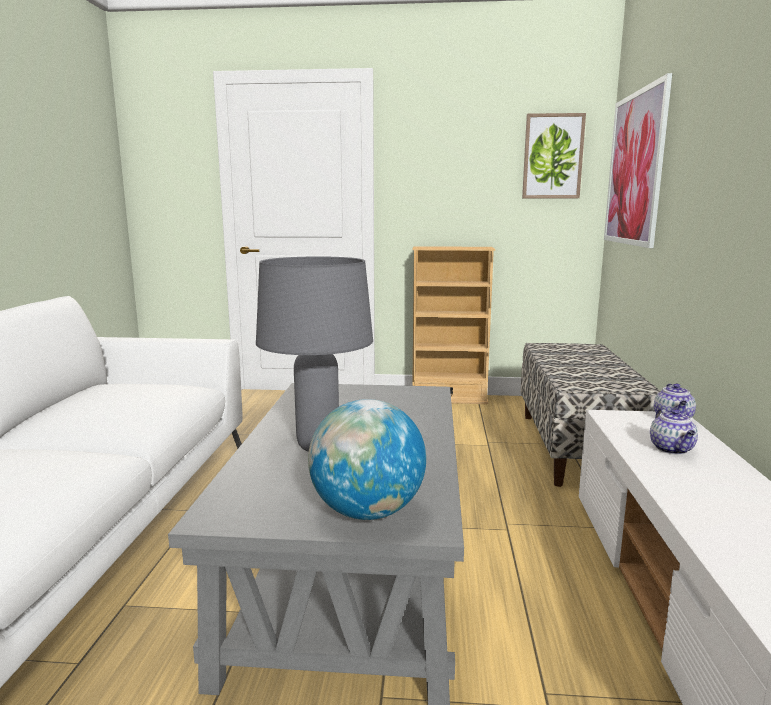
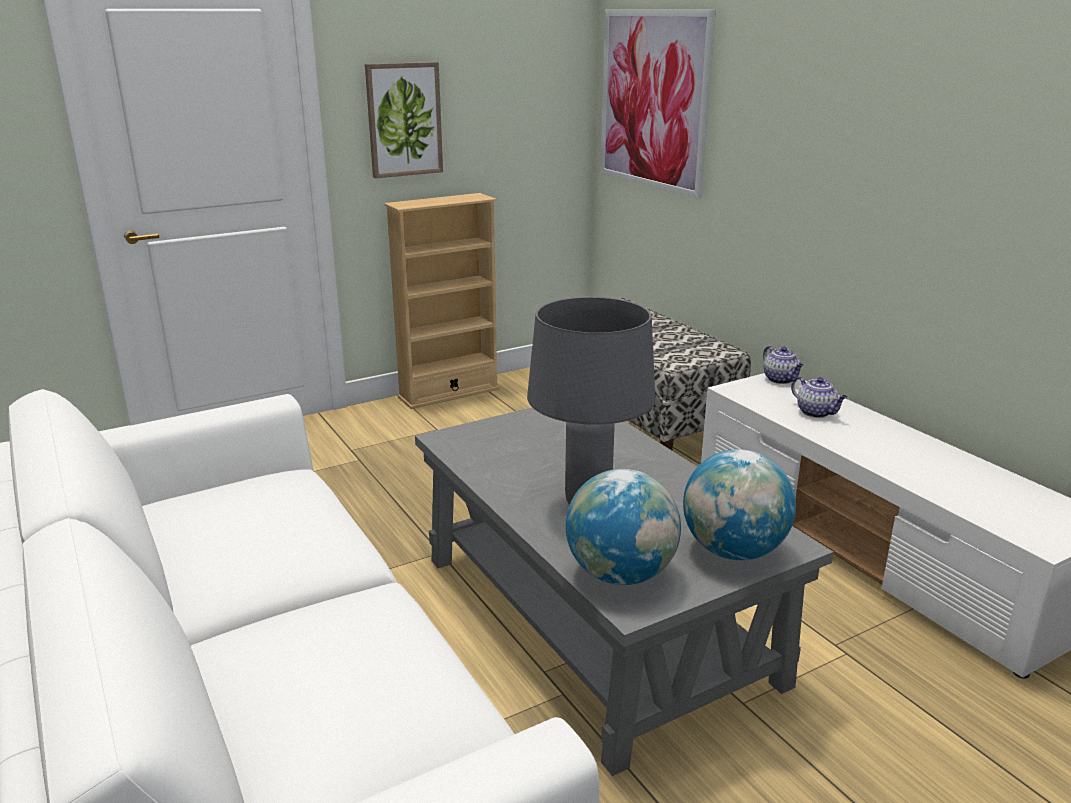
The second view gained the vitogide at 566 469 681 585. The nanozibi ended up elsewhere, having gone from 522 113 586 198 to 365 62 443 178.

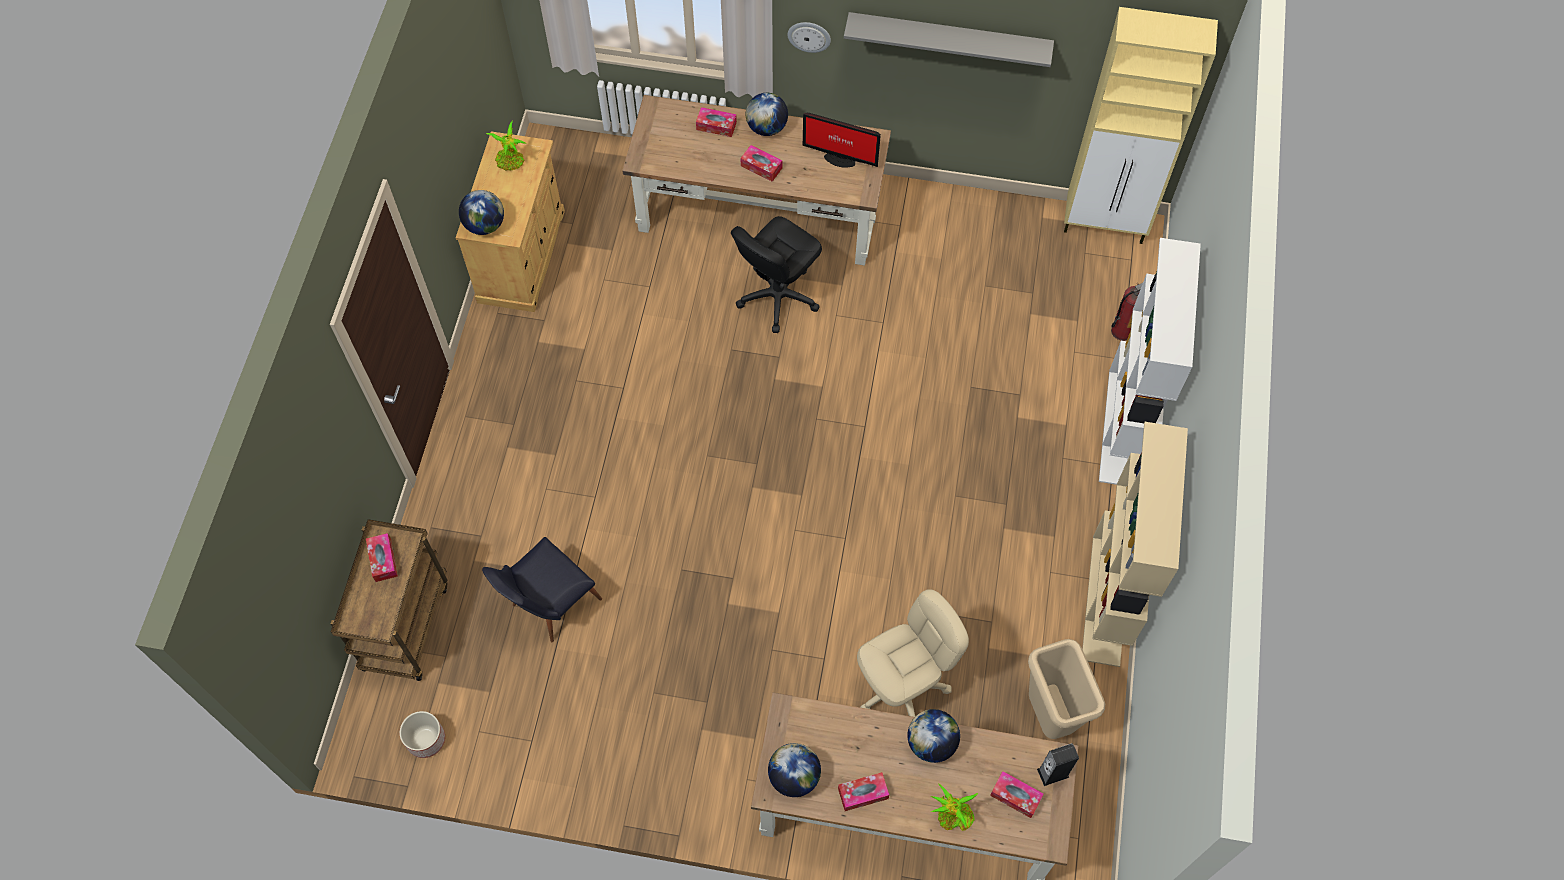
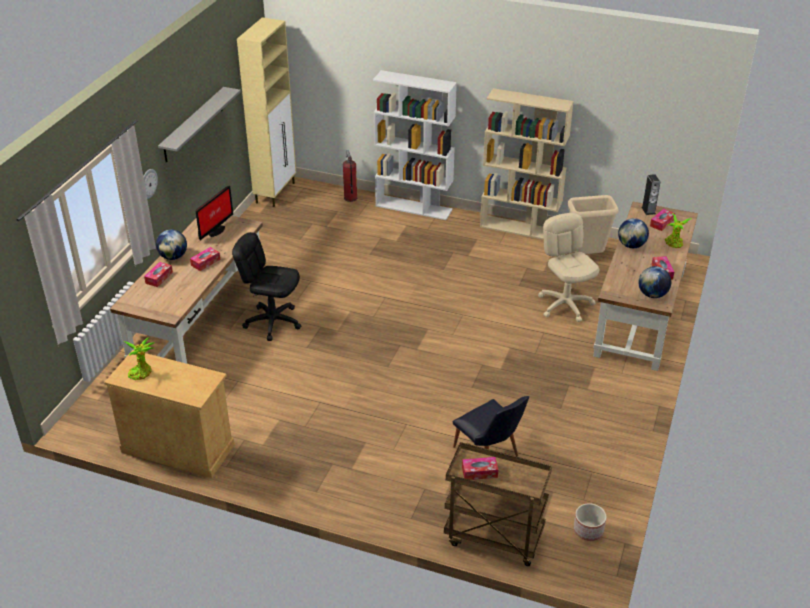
The second view lost the vitogide at 459 190 504 235. The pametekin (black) at 731 216 822 333 ended up facing another way, 150 degrees clockwise from before.

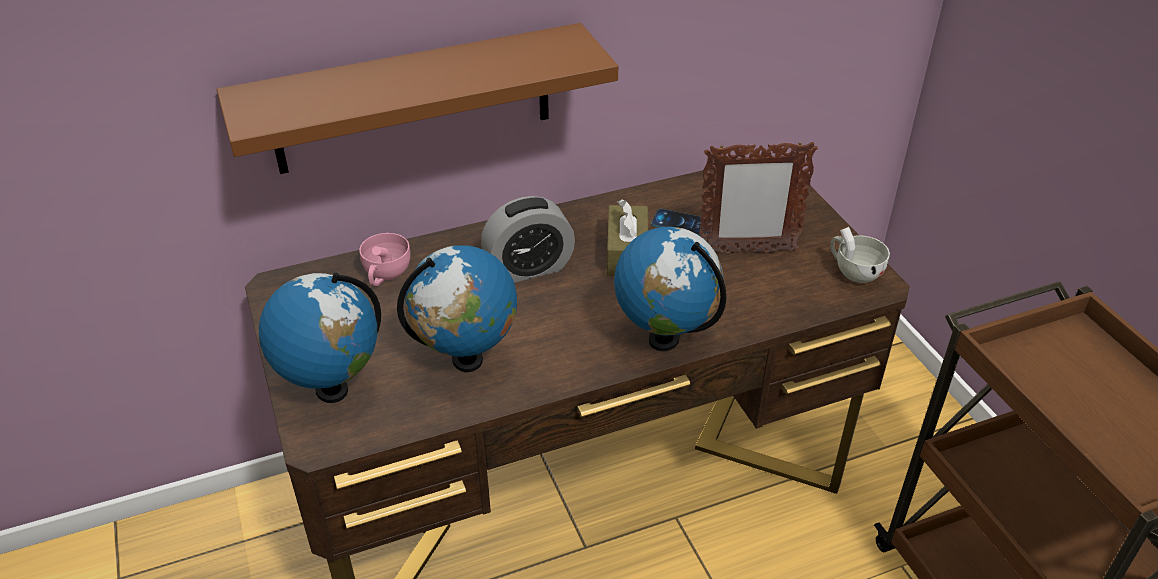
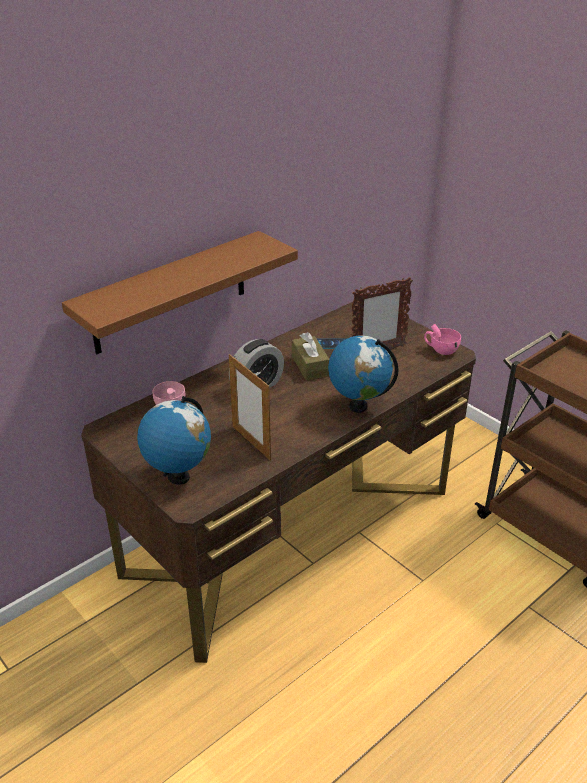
Where the vitogide stood at 397 245 517 372, the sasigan came to stand at 229 354 271 460. What was the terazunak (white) at 830 227 890 283 turned into the terazunak (pink) at 424 324 461 355.

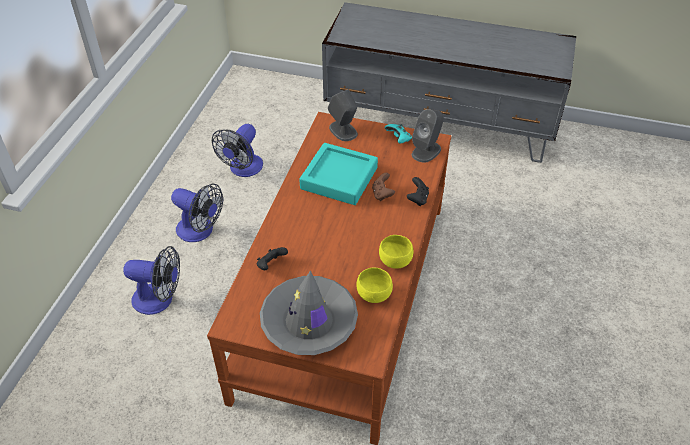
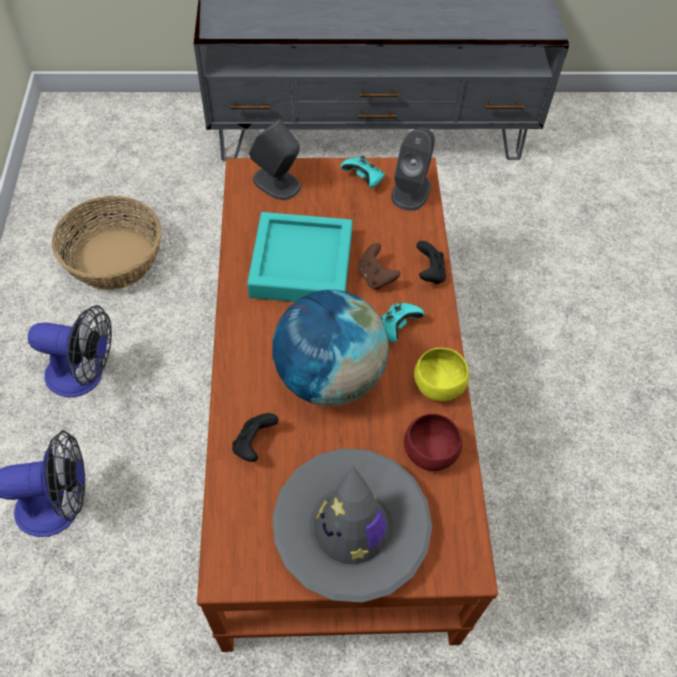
The second view gained the vitogide at 272 290 389 406. The second view gained the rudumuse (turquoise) at 380 303 425 342. Where the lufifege stood at 212 124 263 177, the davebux came to stand at 52 196 161 290. What was the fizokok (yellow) at 356 267 393 303 turned into the fizokok (red) at 404 413 462 471.

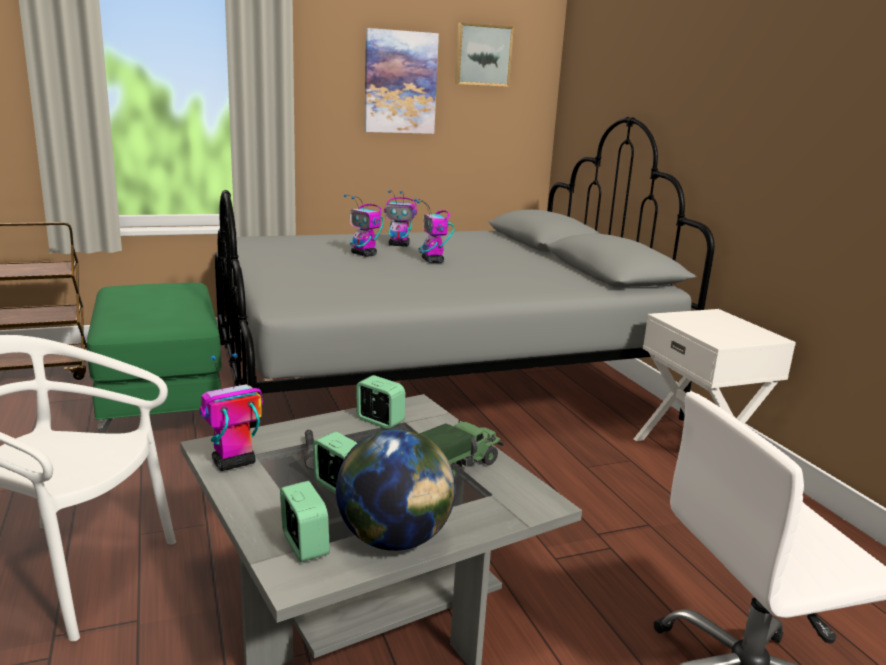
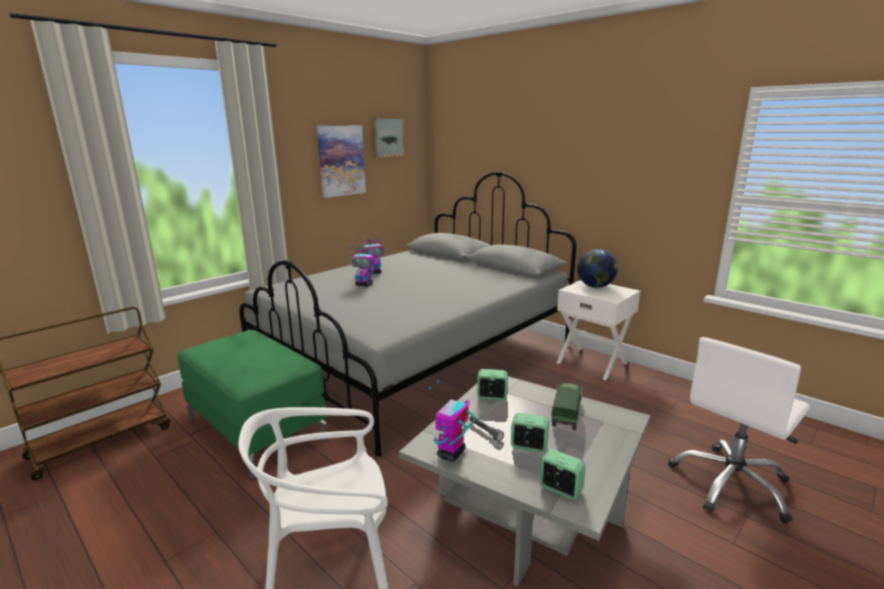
The second view lost the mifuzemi at 414 198 455 263. The vitogide ended up elsewhere, having gone from 336 429 455 551 to 577 249 618 288.

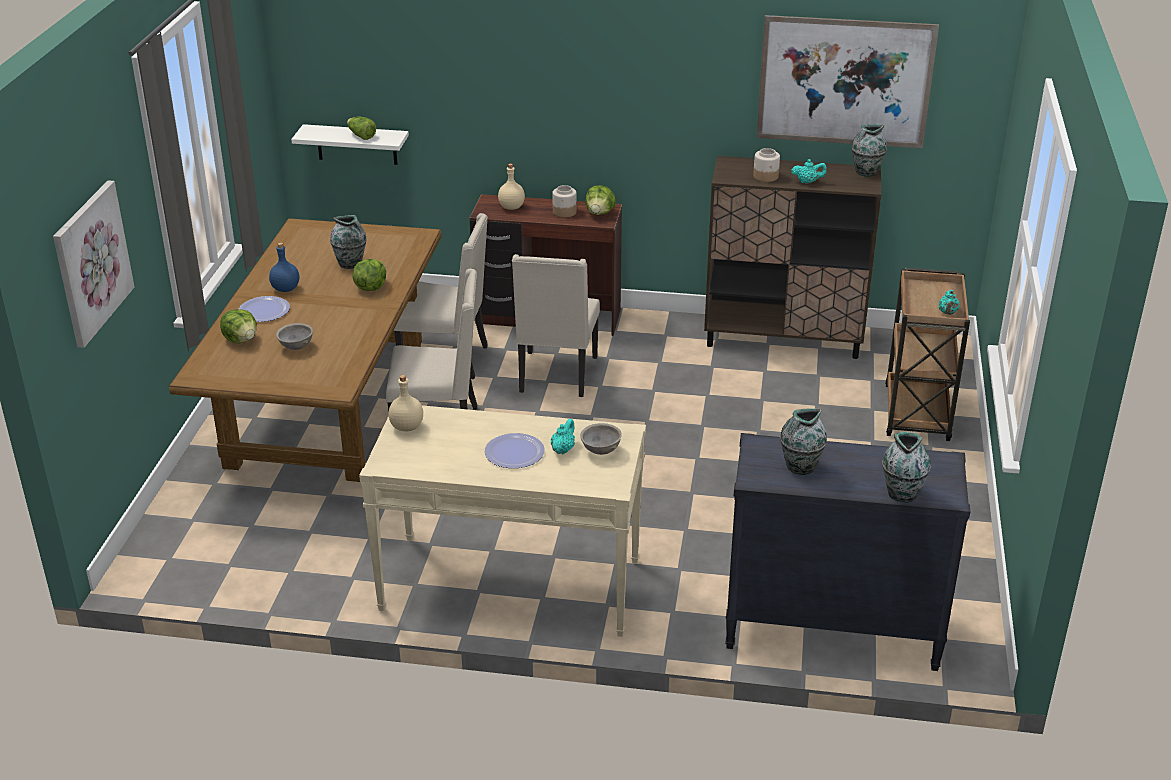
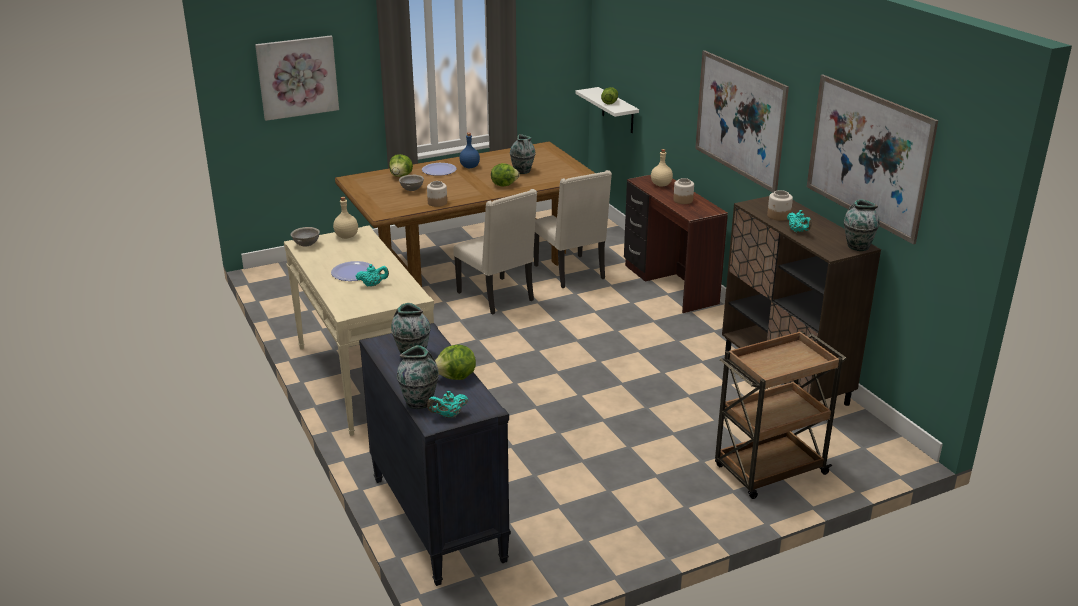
The second view lost the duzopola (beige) at 512 254 600 397. The second view gained the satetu at 427 181 447 207. The second view gained the nanozibi at 695 50 789 193. The fizokok (grey) ended up elsewhere, having gone from 580 423 622 455 to 291 227 320 247. The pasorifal ended up elsewhere, having gone from 585 185 616 215 to 435 344 476 380. The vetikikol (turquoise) ended up elsewhere, having gone from 939 290 959 315 to 427 391 468 418.

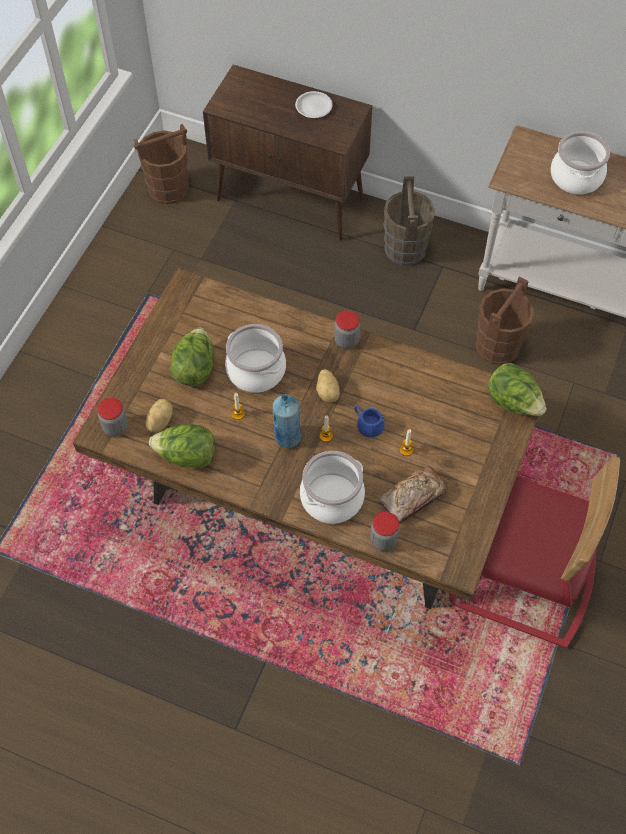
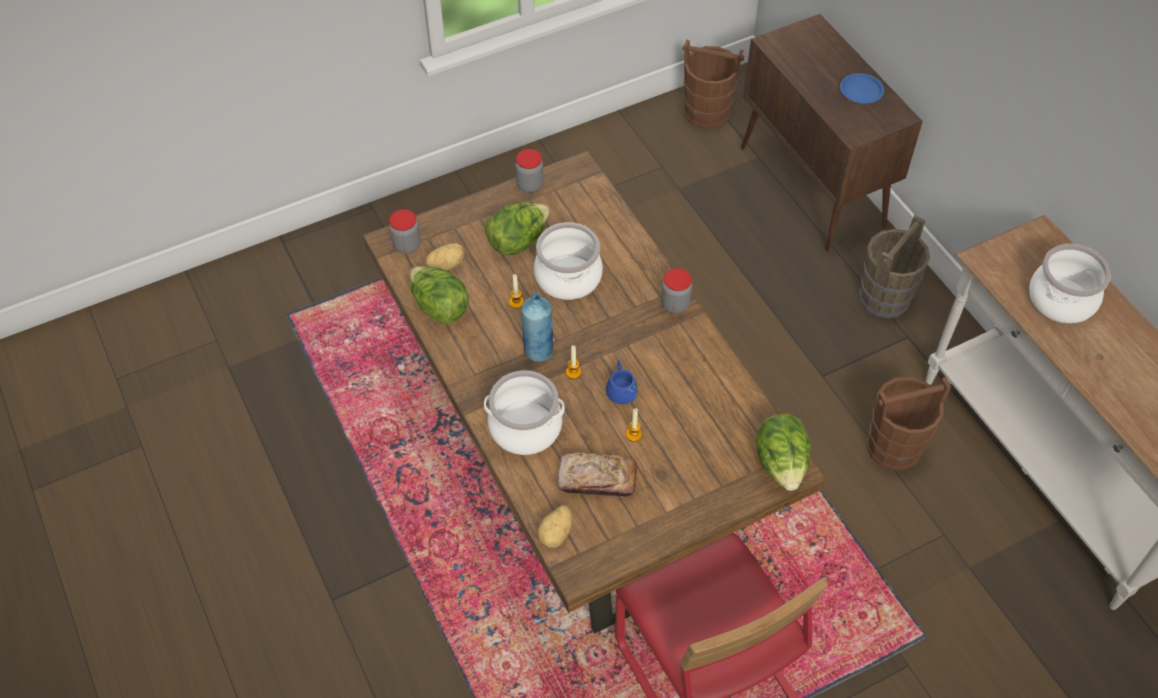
The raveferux ended up elsewhere, having gone from 316 369 340 402 to 538 505 572 548. The satetu ended up elsewhere, having gone from 370 512 400 551 to 515 149 544 193. What was the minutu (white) at 295 91 333 118 turned into the minutu (blue) at 840 73 884 104.

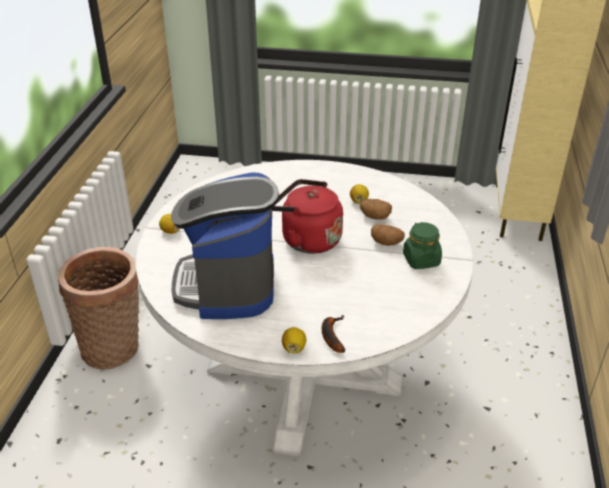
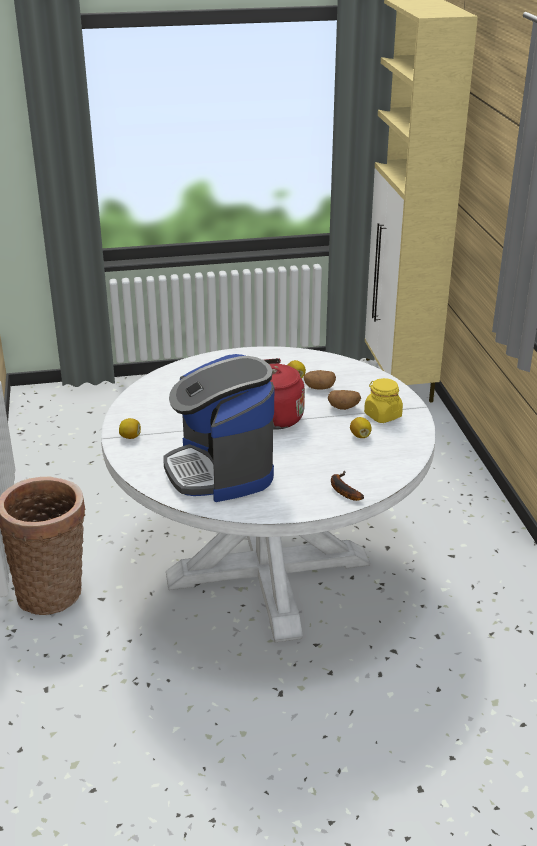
The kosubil ended up elsewhere, having gone from 282 327 306 354 to 350 417 372 438. What was the satetu (green) at 403 222 442 269 turned into the satetu (yellow) at 364 378 403 423.

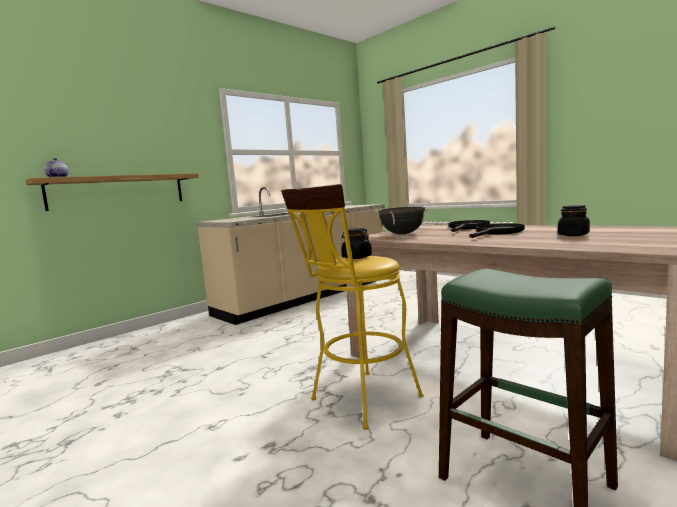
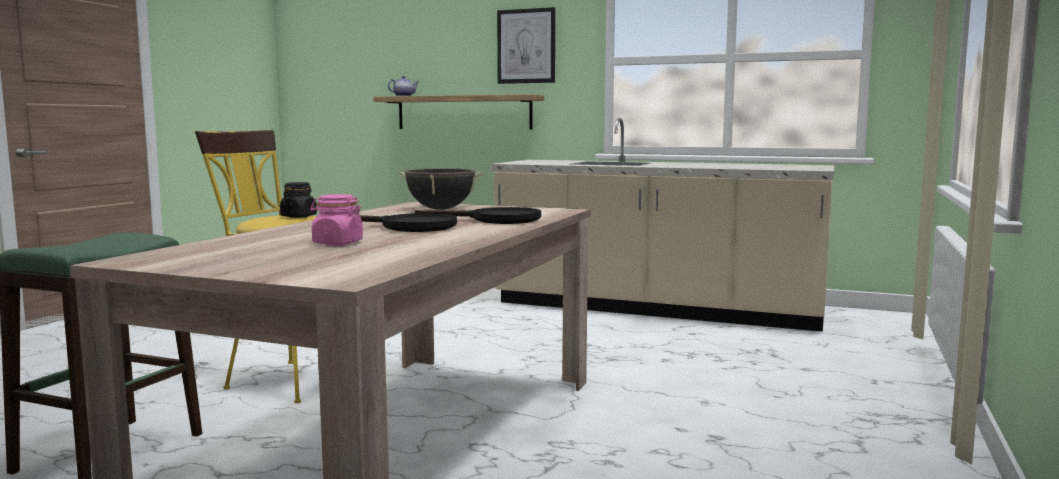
The second view gained the nanozibi at 497 7 555 84. What was the satetu (black) at 558 205 590 236 turned into the satetu (pink) at 310 194 363 245.

